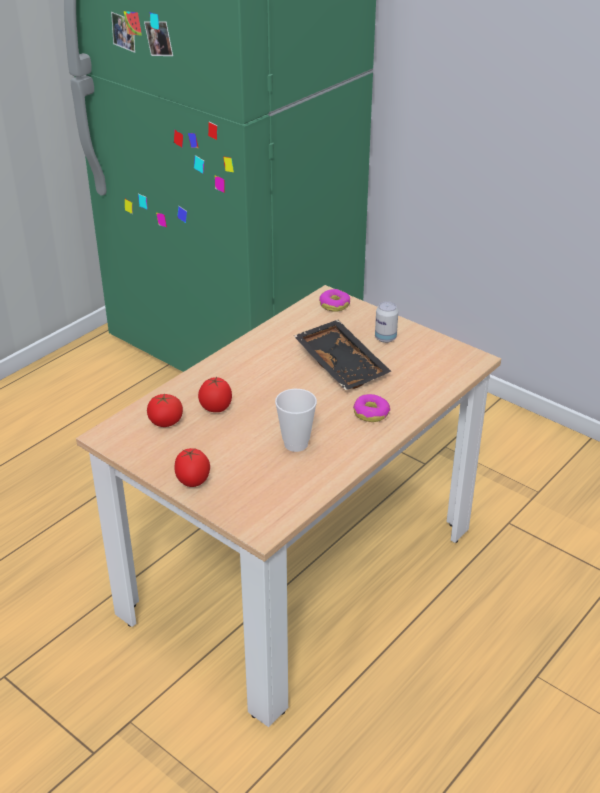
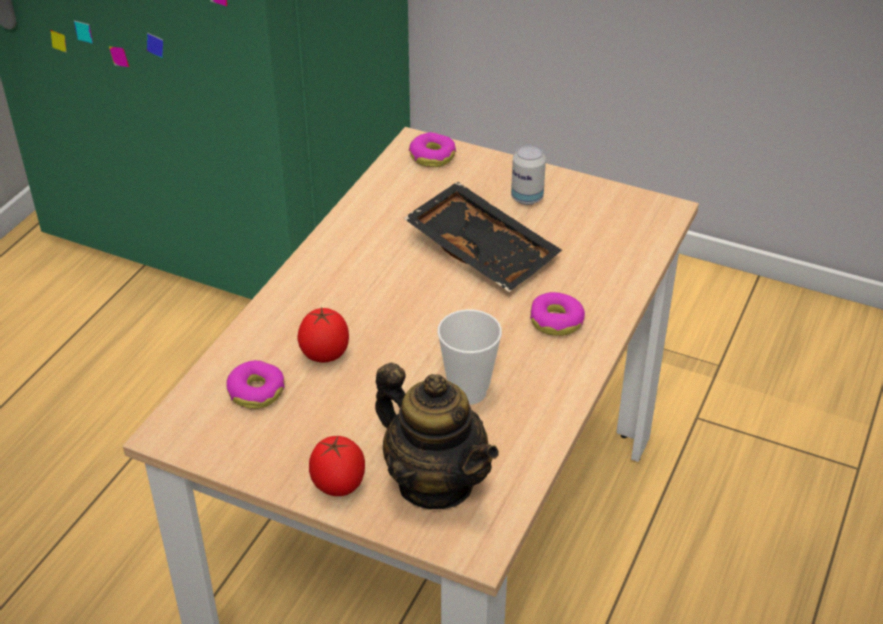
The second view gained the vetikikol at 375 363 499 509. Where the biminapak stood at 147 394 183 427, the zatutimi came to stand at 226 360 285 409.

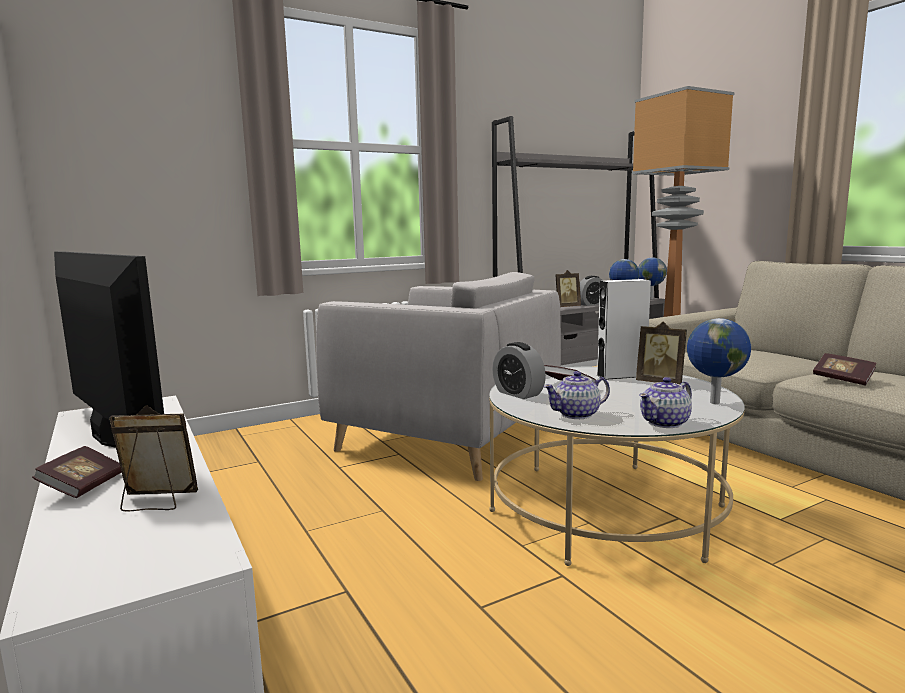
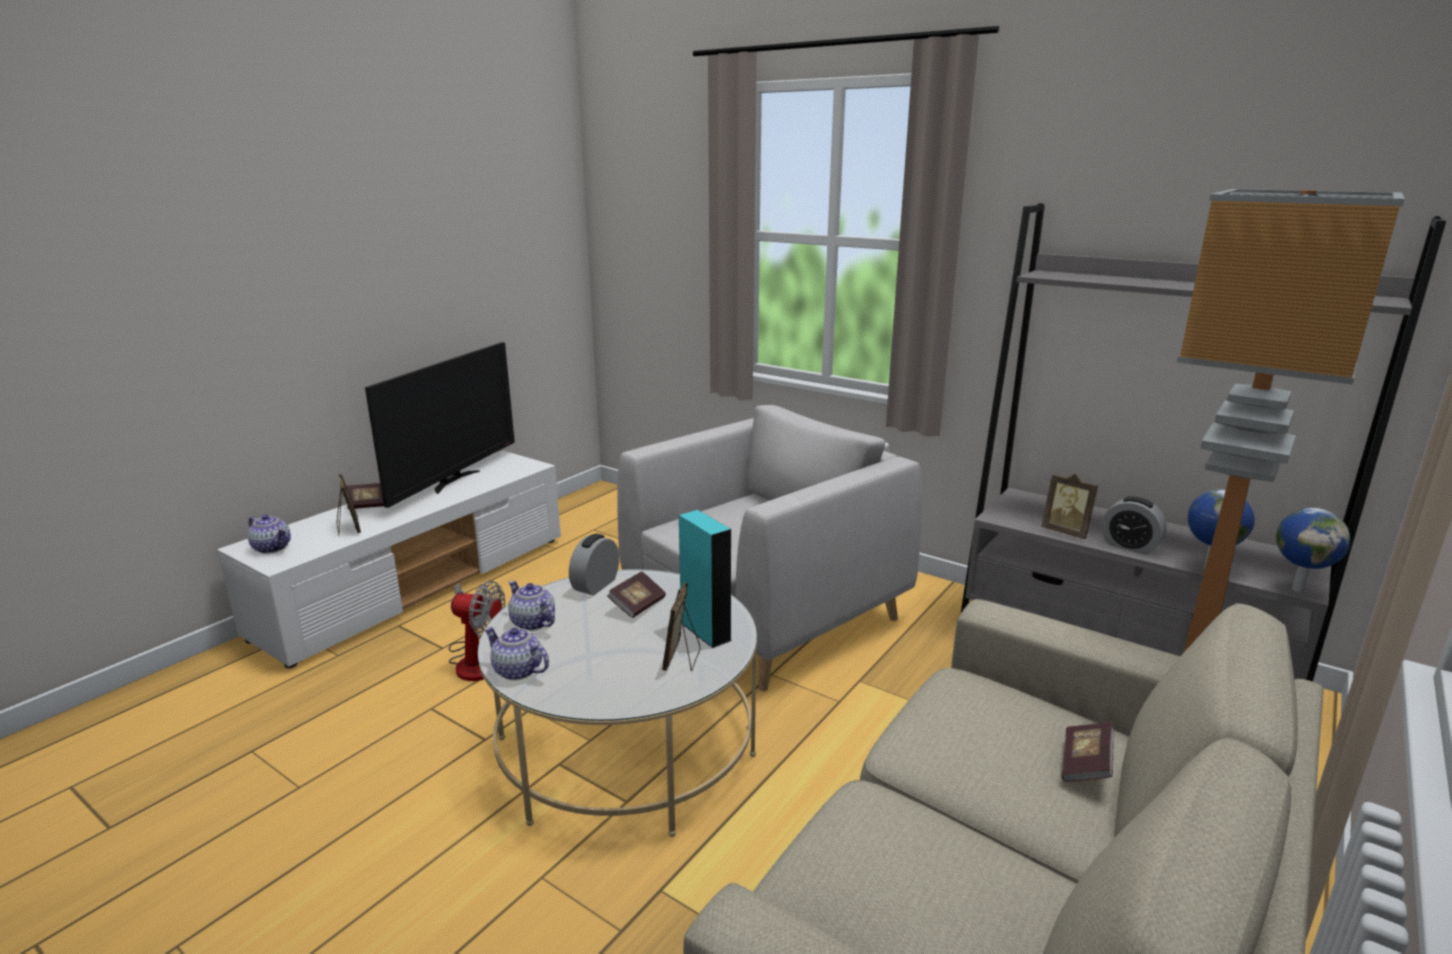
The second view lost the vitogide at 687 318 751 404. The second view gained the vetikikol at 248 514 291 554. The second view gained the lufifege at 449 581 505 681. The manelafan ended up elsewhere, having gone from 813 353 877 385 to 1062 722 1114 782. What was the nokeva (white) at 596 279 651 380 turned into the nokeva (turquoise) at 679 510 732 648. The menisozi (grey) at 316 272 561 481 ended up facing another way, 135 degrees counterclockwise from before.

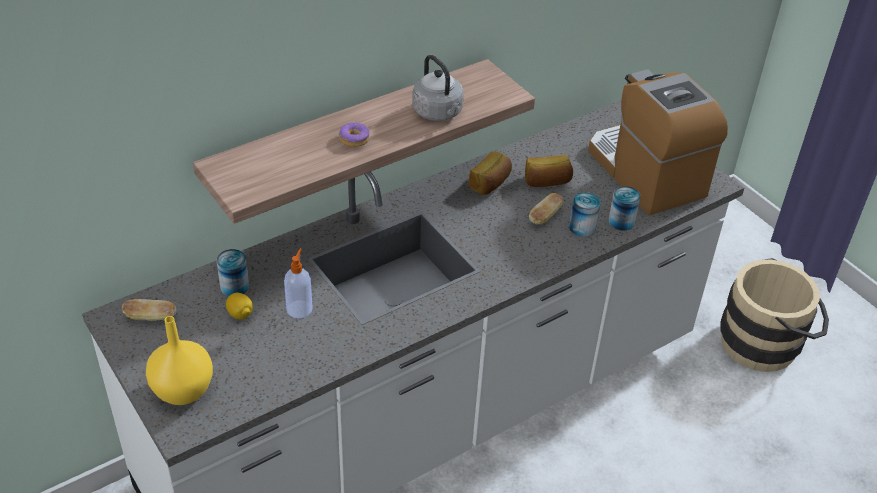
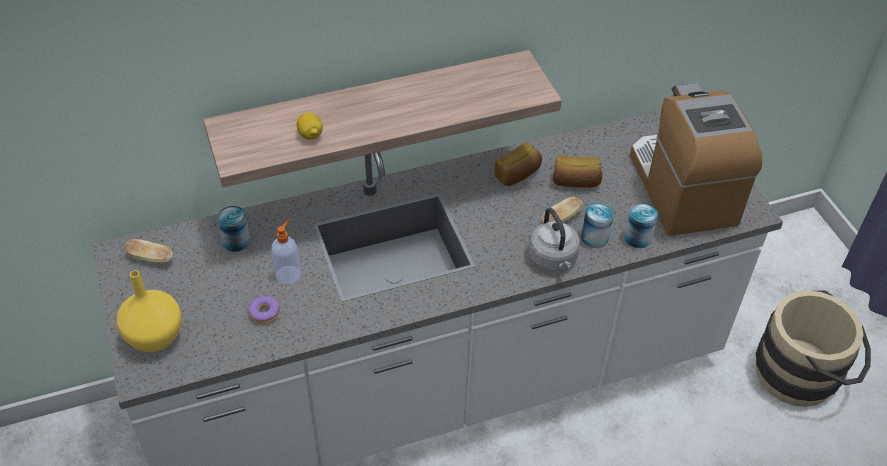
The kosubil ended up elsewhere, having gone from 226 293 253 320 to 297 112 323 140. The zatutimi ended up elsewhere, having gone from 339 122 369 147 to 248 296 280 324. The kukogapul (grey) ended up elsewhere, having gone from 412 55 464 121 to 528 208 580 271.

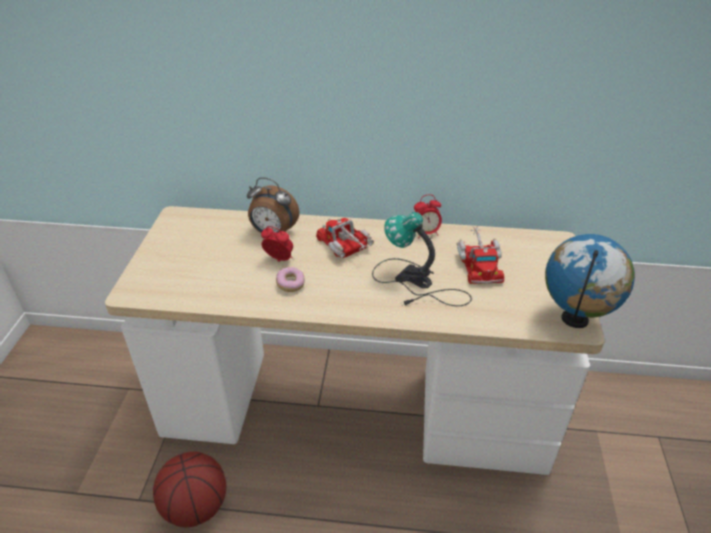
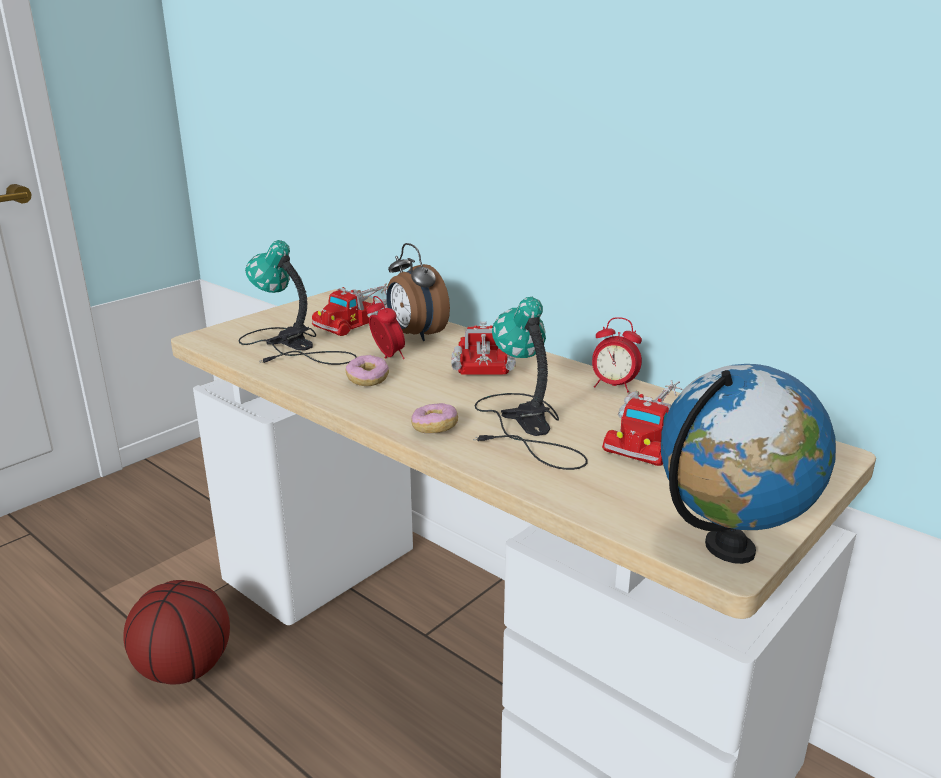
The second view gained the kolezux at 239 240 357 365. The second view gained the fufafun at 312 284 388 336. The second view gained the zatutimi at 411 403 458 433.

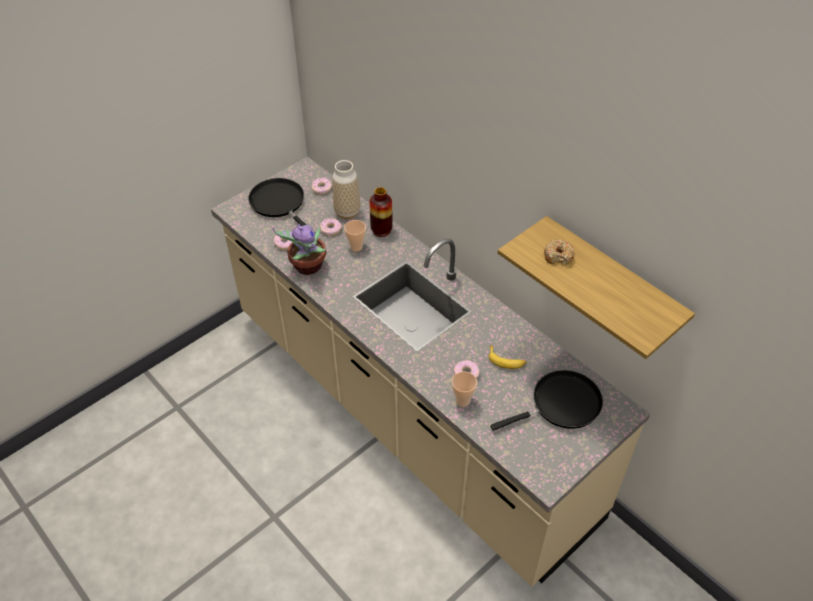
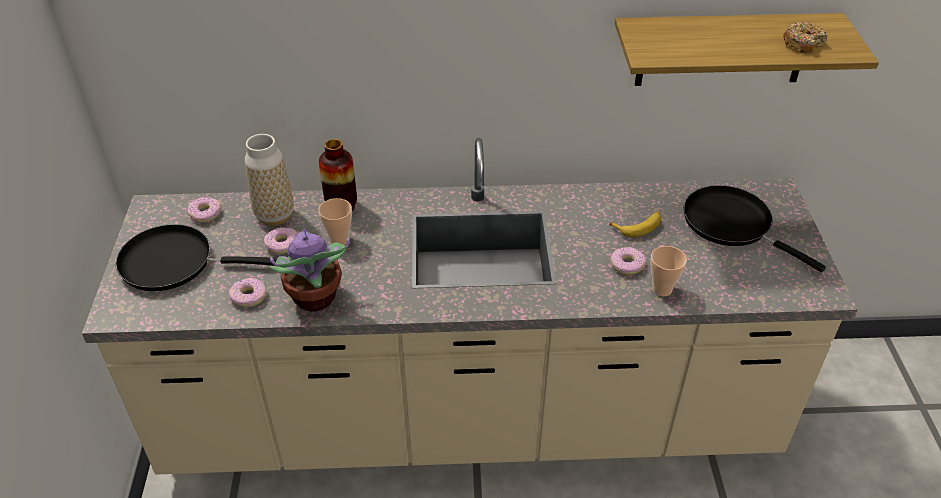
The zatutimi ended up elsewhere, having gone from 544 239 575 265 to 783 21 827 53. The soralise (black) at 490 370 603 431 ended up facing another way, 60 degrees counterclockwise from before.

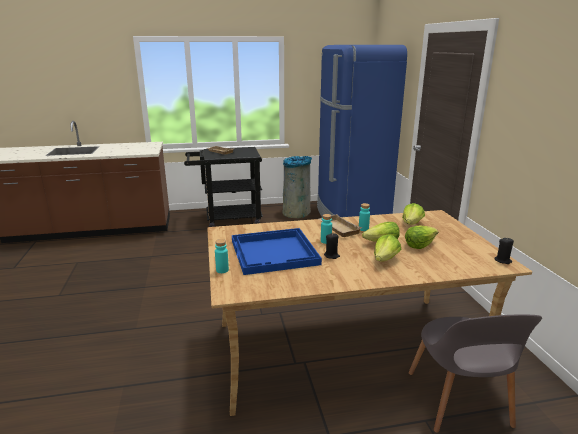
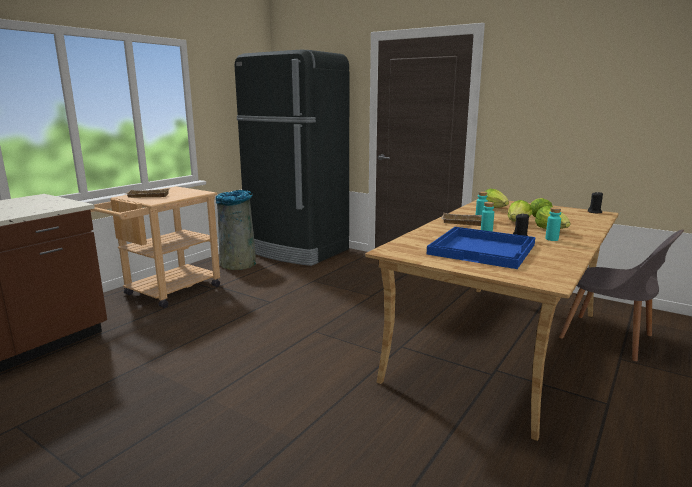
The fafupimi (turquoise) ended up elsewhere, having gone from 215 239 229 273 to 545 207 561 241. What was the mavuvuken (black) at 184 147 263 227 turned into the mavuvuken (beige) at 90 186 220 308. What was the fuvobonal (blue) at 317 45 407 218 turned into the fuvobonal (black) at 235 49 349 266.

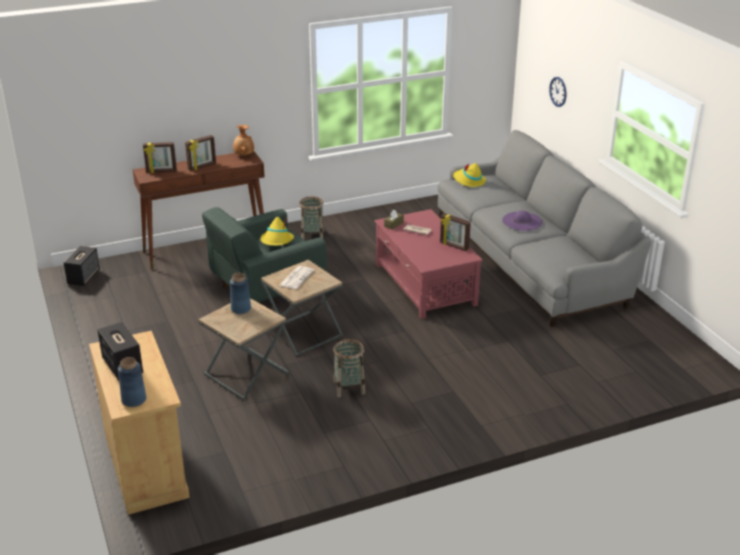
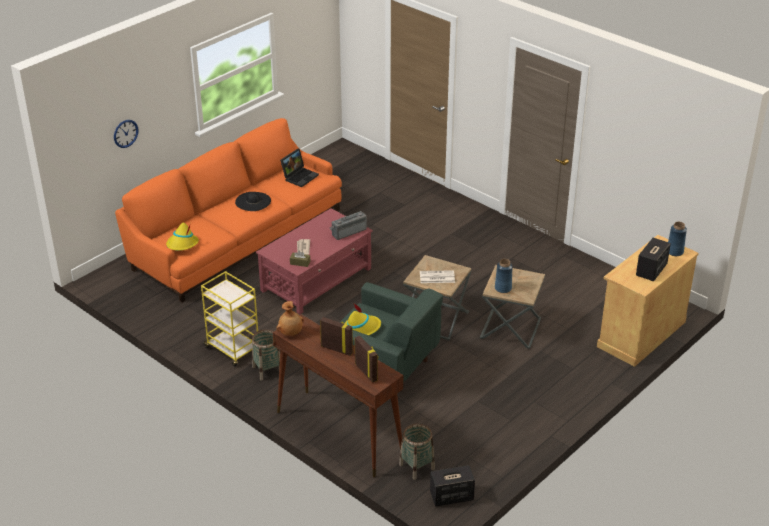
The second view lost the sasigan at 440 213 471 251. The second view gained the mavuvuken (yellow) at 201 271 258 367. The second view gained the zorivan at 280 149 319 187. The second view gained the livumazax at 330 211 367 240. The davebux ended up elsewhere, having gone from 333 339 365 398 to 399 424 435 480. What was the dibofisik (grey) at 438 130 651 327 turned into the dibofisik (orange) at 115 118 342 303. What was the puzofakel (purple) at 502 210 542 231 turned into the puzofakel (black) at 235 192 271 211.

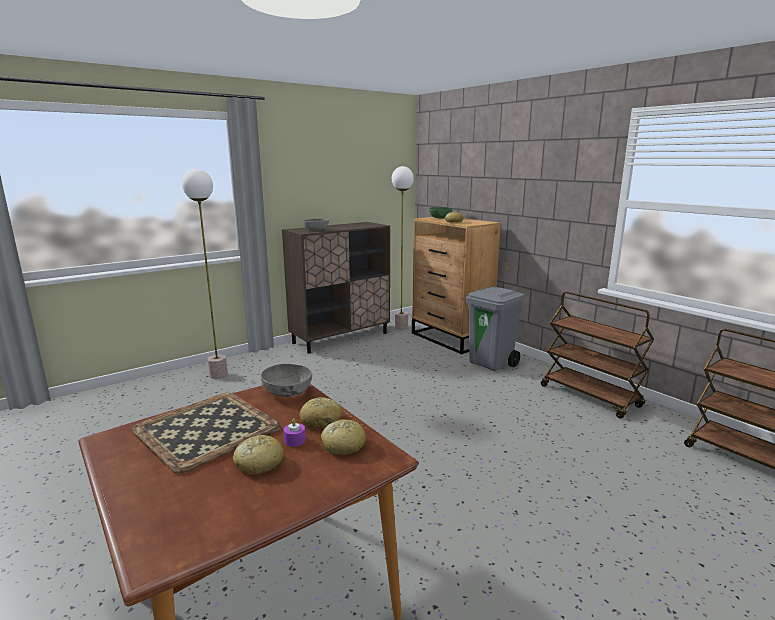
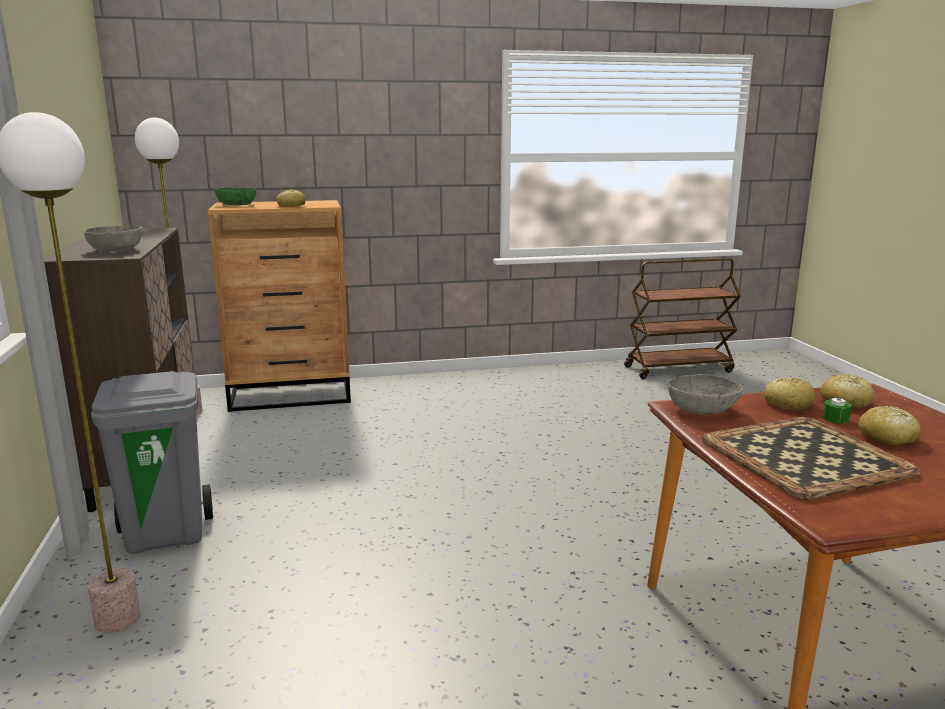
The second view lost the mavuvuken (brown) at 541 292 654 419. The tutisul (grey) ended up elsewhere, having gone from 466 287 524 371 to 91 371 213 554. What was the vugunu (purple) at 283 418 306 447 turned into the vugunu (green) at 823 391 852 424.

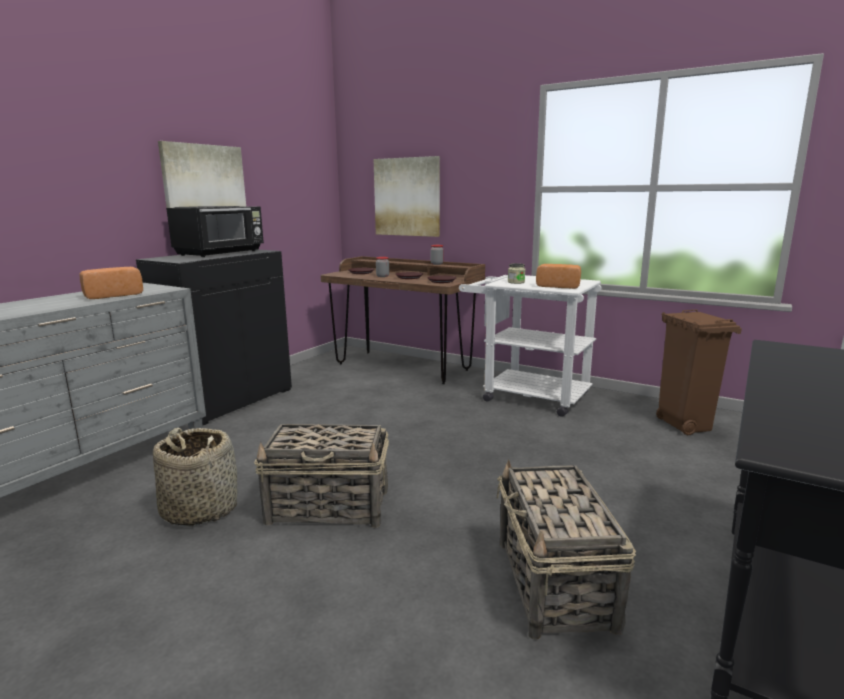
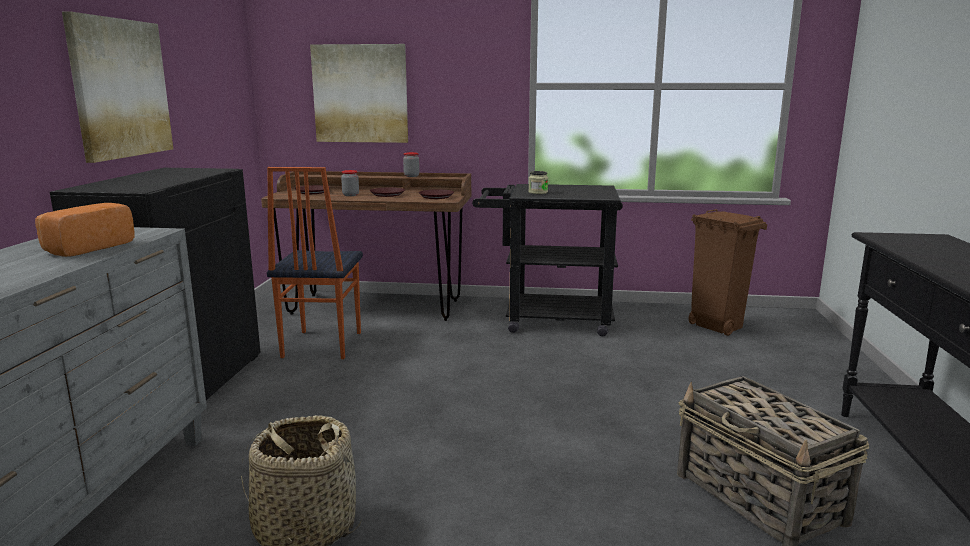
The second view lost the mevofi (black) at 166 206 264 257. The second view lost the davebux at 254 424 389 528. The second view lost the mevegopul at 536 264 581 289. The second view gained the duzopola at 267 167 363 359. What was the mavuvuken (white) at 459 275 601 417 turned into the mavuvuken (black) at 472 184 623 337.

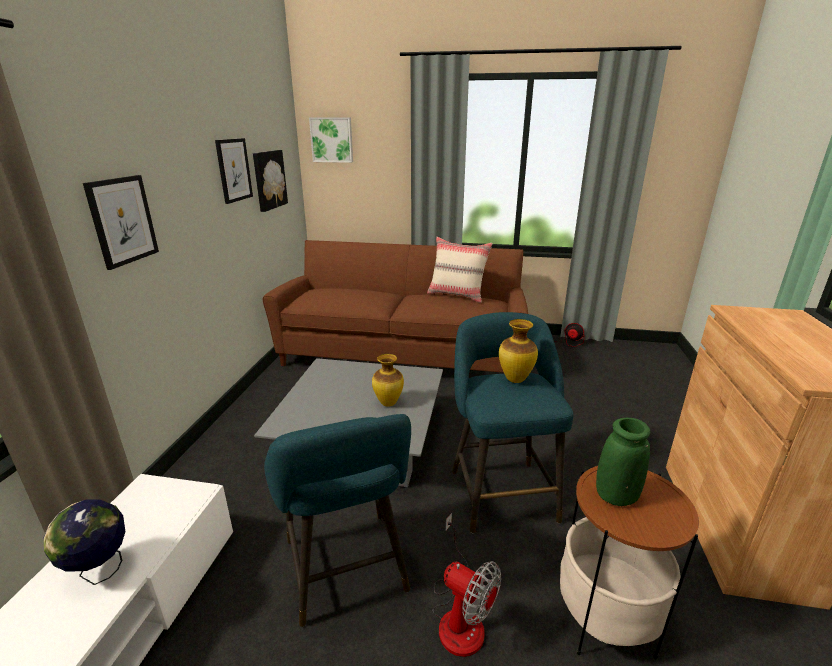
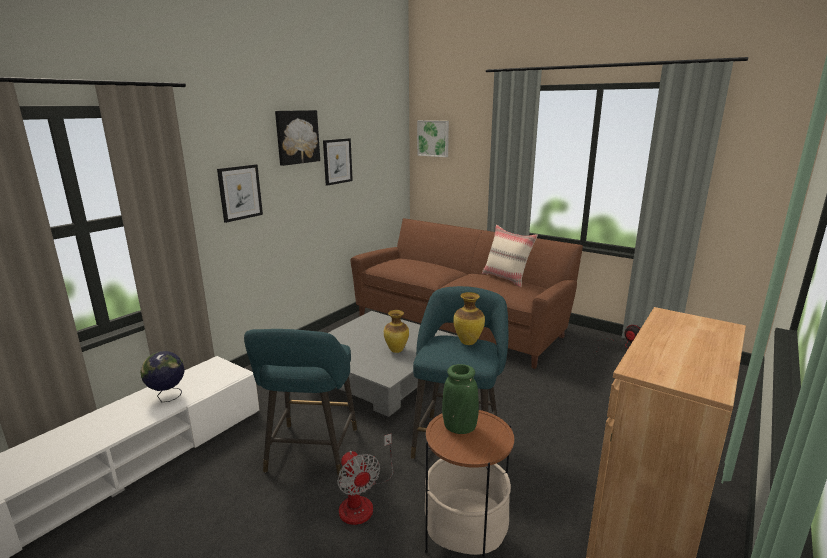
The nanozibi ended up elsewhere, having gone from 253 150 288 212 to 275 110 320 166.

